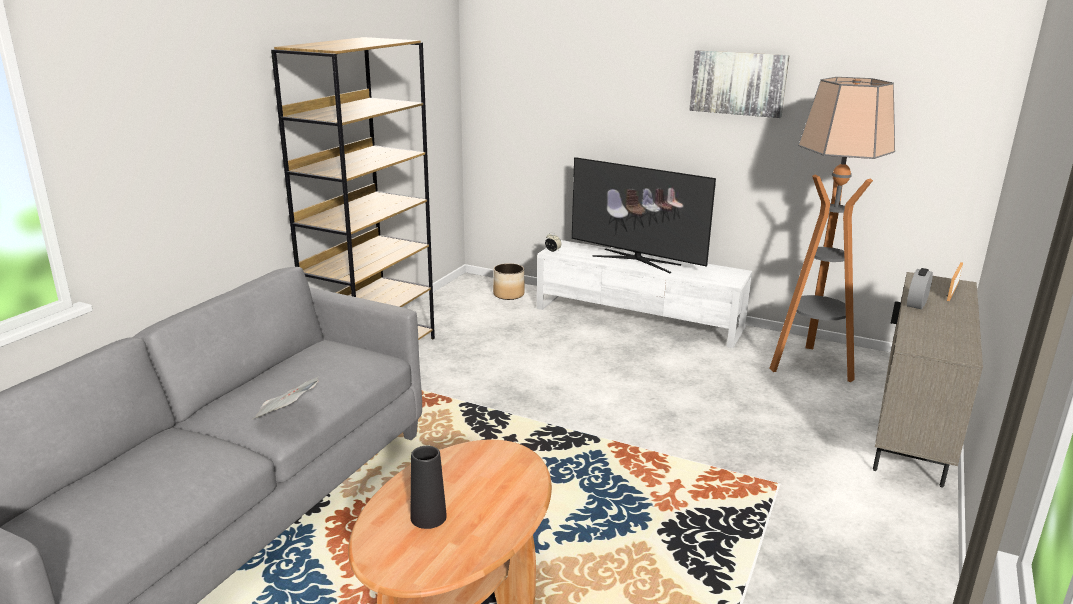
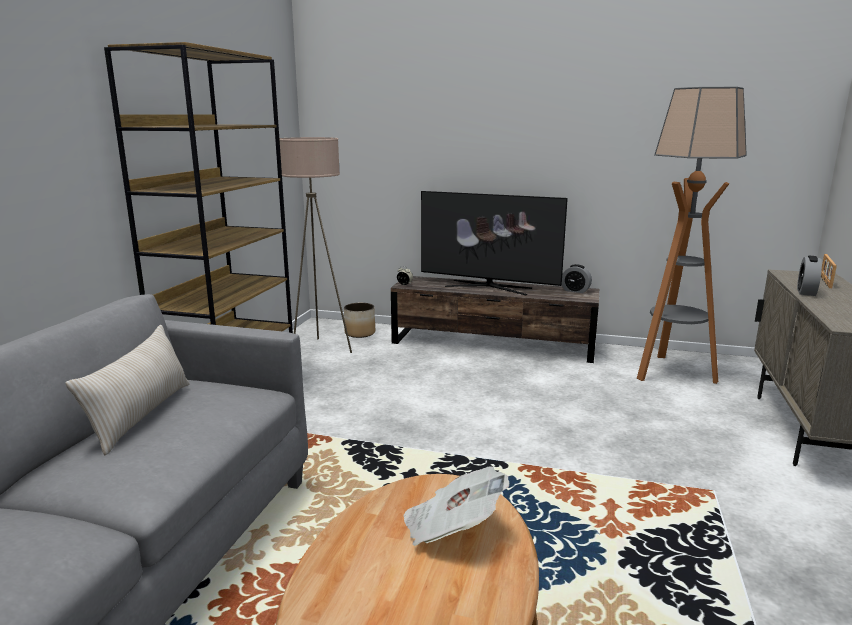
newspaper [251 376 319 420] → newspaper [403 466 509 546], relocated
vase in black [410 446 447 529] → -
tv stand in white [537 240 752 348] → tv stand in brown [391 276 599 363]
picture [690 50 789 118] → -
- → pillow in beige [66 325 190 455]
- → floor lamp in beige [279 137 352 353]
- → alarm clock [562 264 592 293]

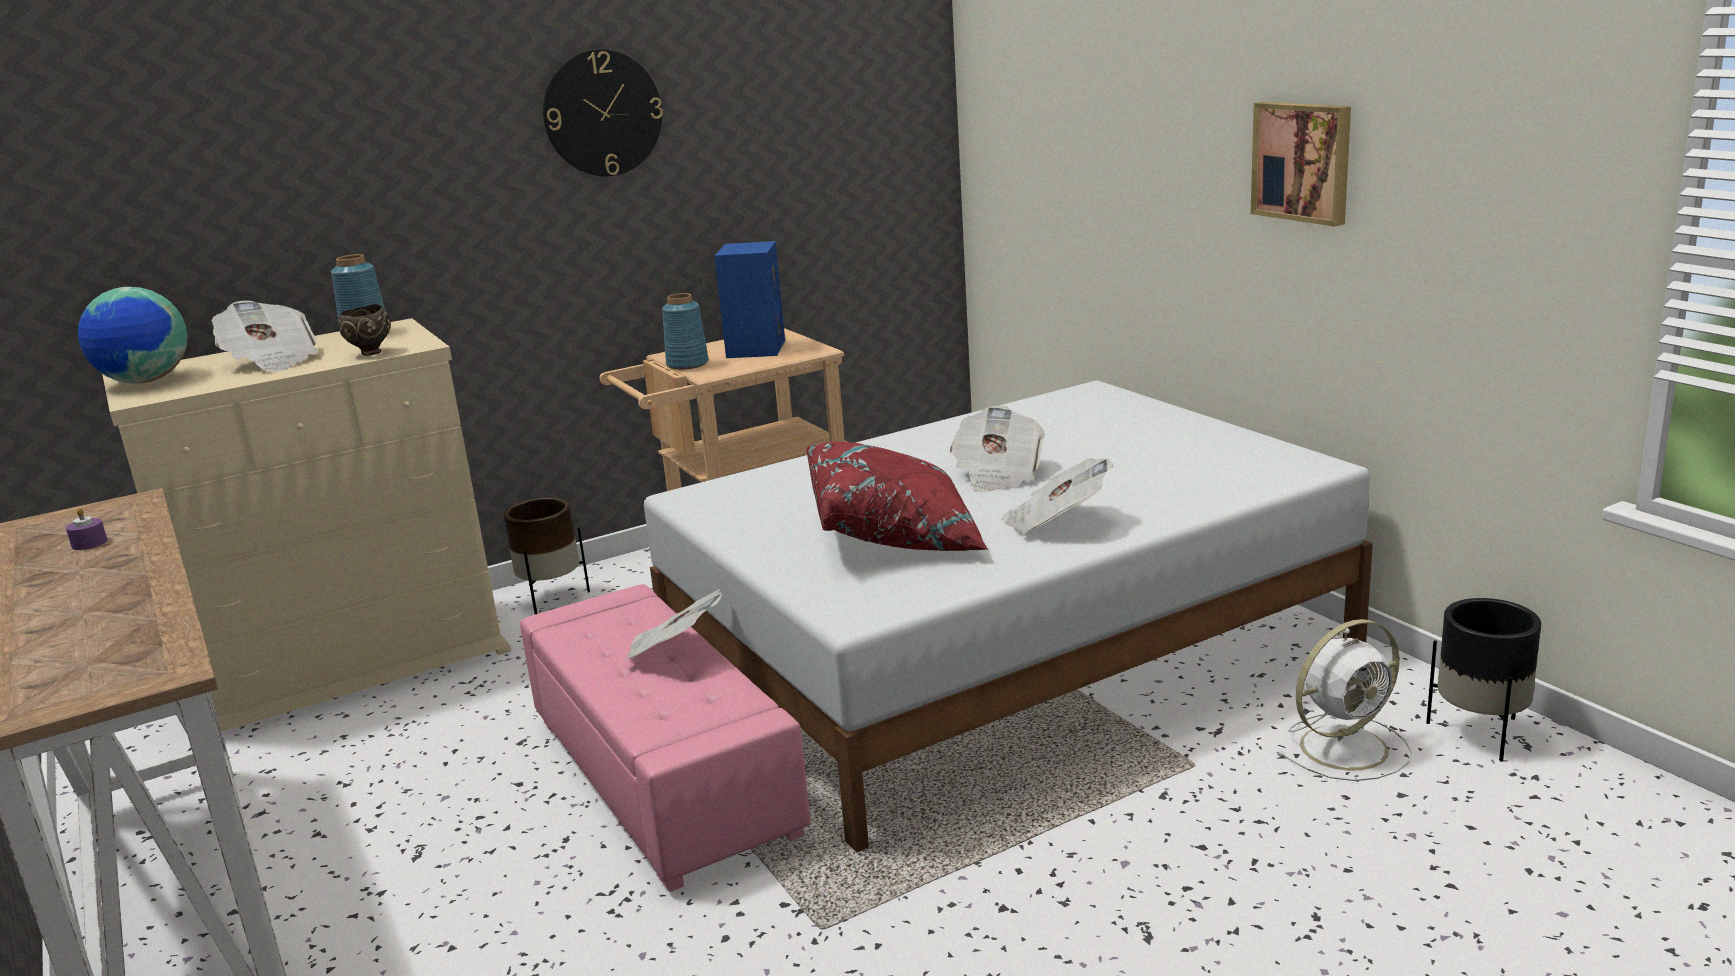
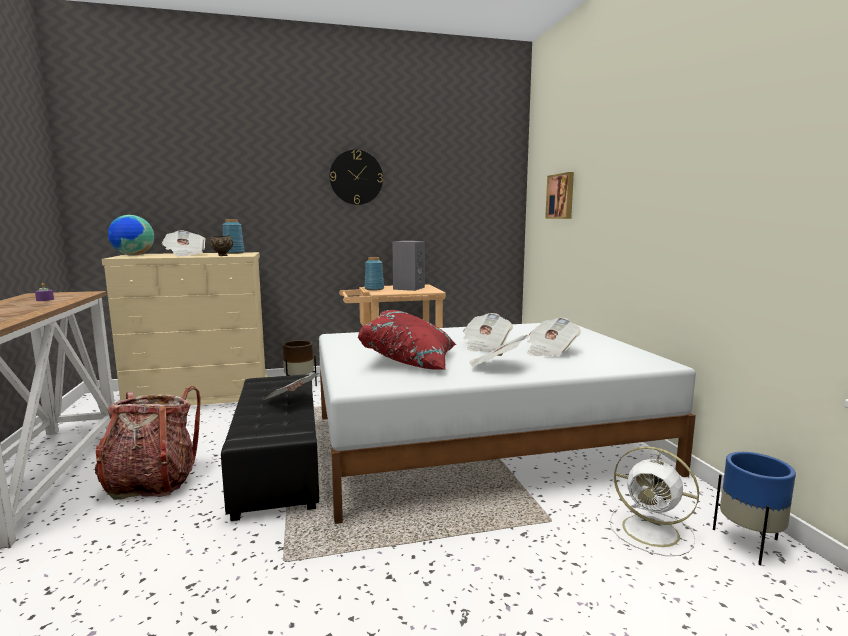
ottoman in pink [520 584 811 892] → ottoman in black [221 374 319 521]
speaker in blue [714 241 785 358] → speaker in grey [393 241 425 291]
picture [1251 102 1351 227] → picture [545 172 574 219], relocated
fan in white [1276 619 1412 781] → fan in white [610 446 699 556], 45 degrees clockwise
planter in black [1426 598 1541 761] → planter in blue [713 452 796 565]
- → backpack [95 386 201 500]
- → newspaper [527 317 581 356]

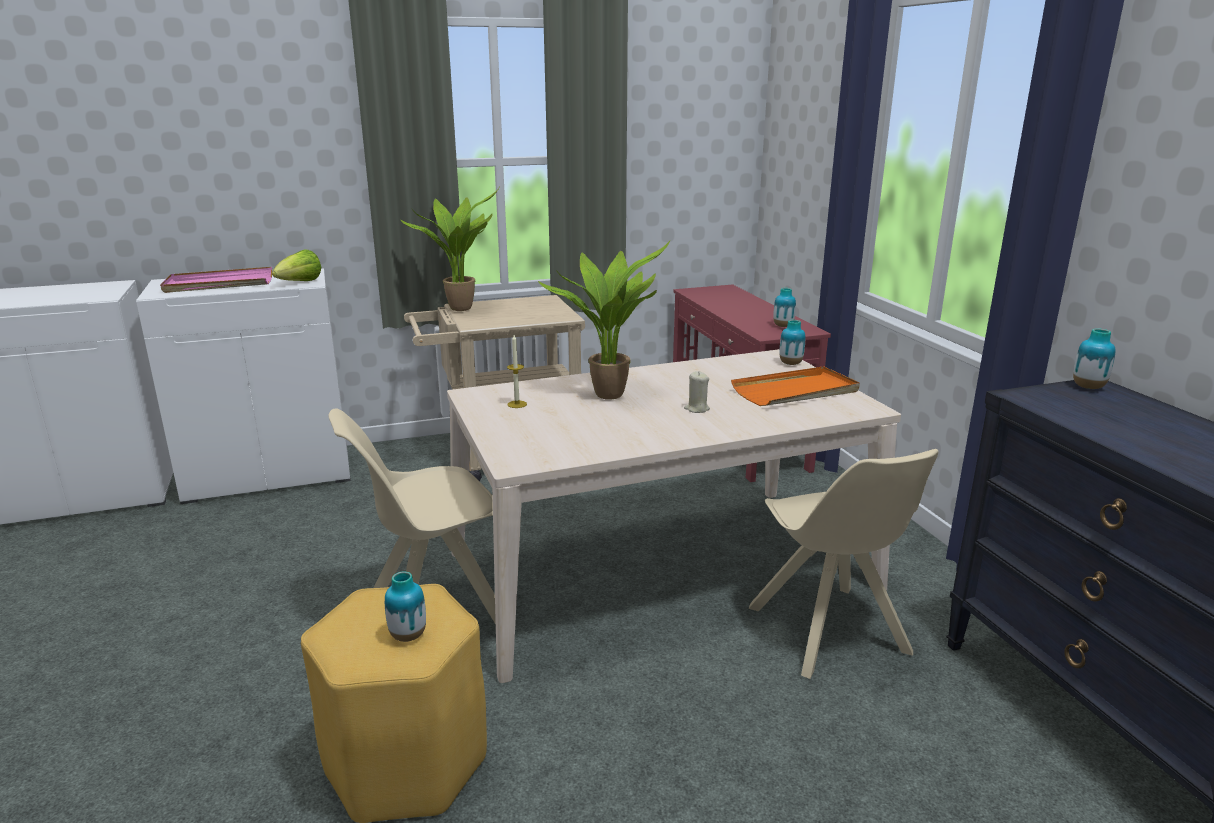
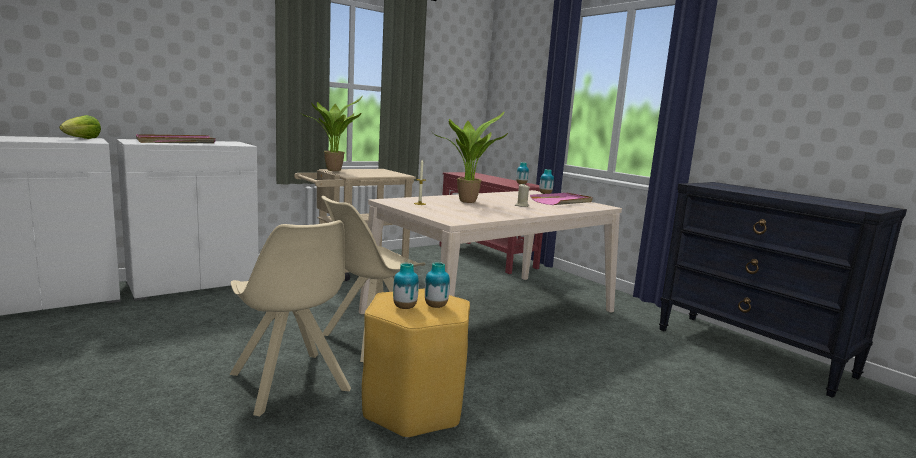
lettuce [272 250 321 281] → lettuce [59 115 101 139], relocated
tray in orange [731 366 860 406] → tray in pink [530 193 593 205]
chair in beige [749 449 938 679] → chair in beige [229 220 351 416], relocated
vase [1073 328 1116 389] → vase [393 263 419 309], relocated

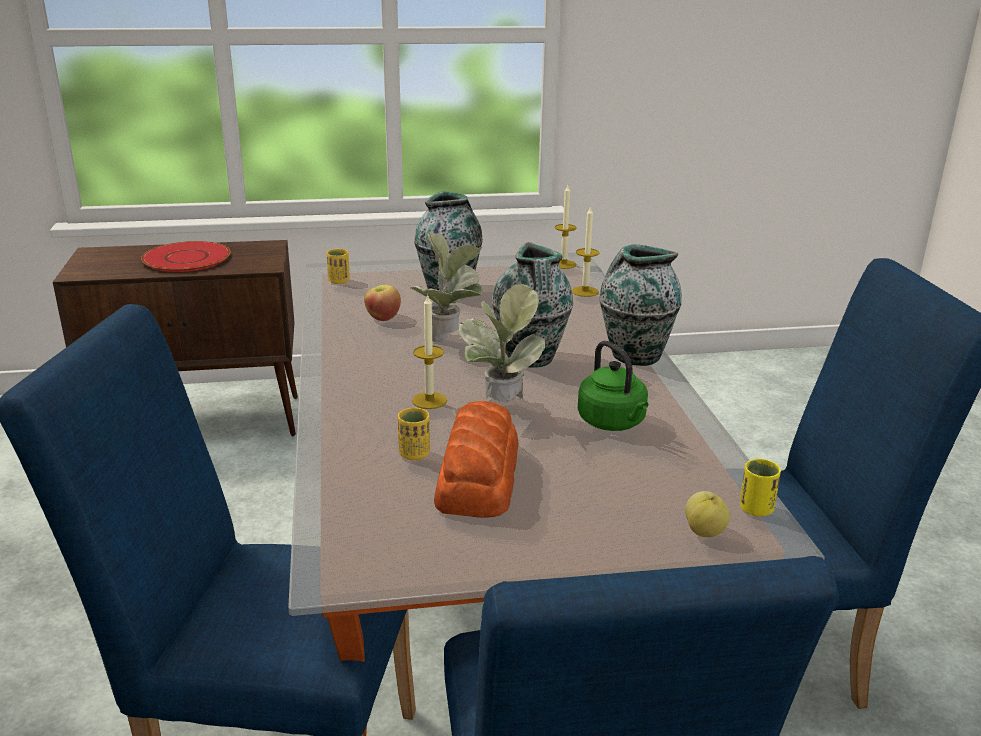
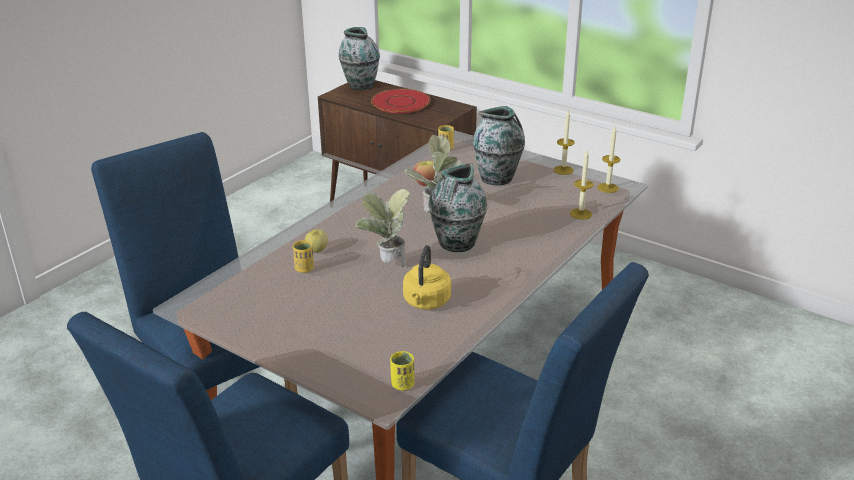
candle [412 294 447 409] → candle [553 110 574 175], relocated
bread [434 401 519 518] → -
kettle in green [578 341 648 431] → kettle in yellow [403 245 451 310]
vase [599 244 682 366] → vase [339 27 380 90], relocated
apple [685 491 730 537] → apple [305 229 328 253], relocated

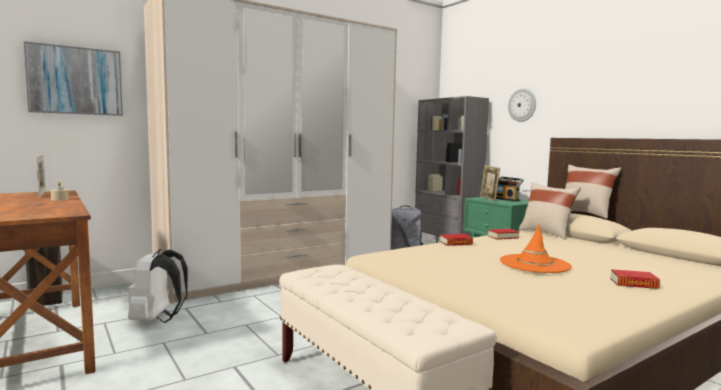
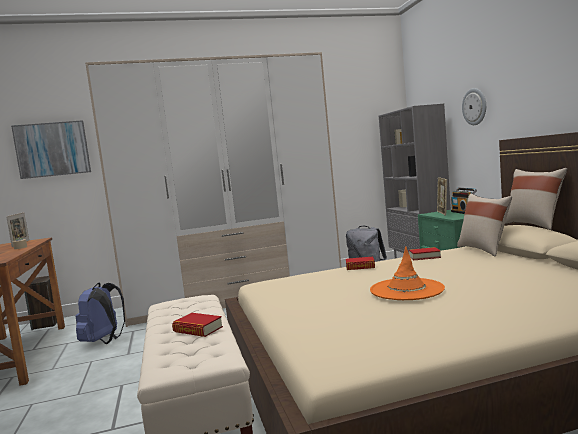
backpack in white [128 249 188 323] → backpack in blue [75 282 125 344]
book [610 269 660 289] → book [172 313 223 337], relocated

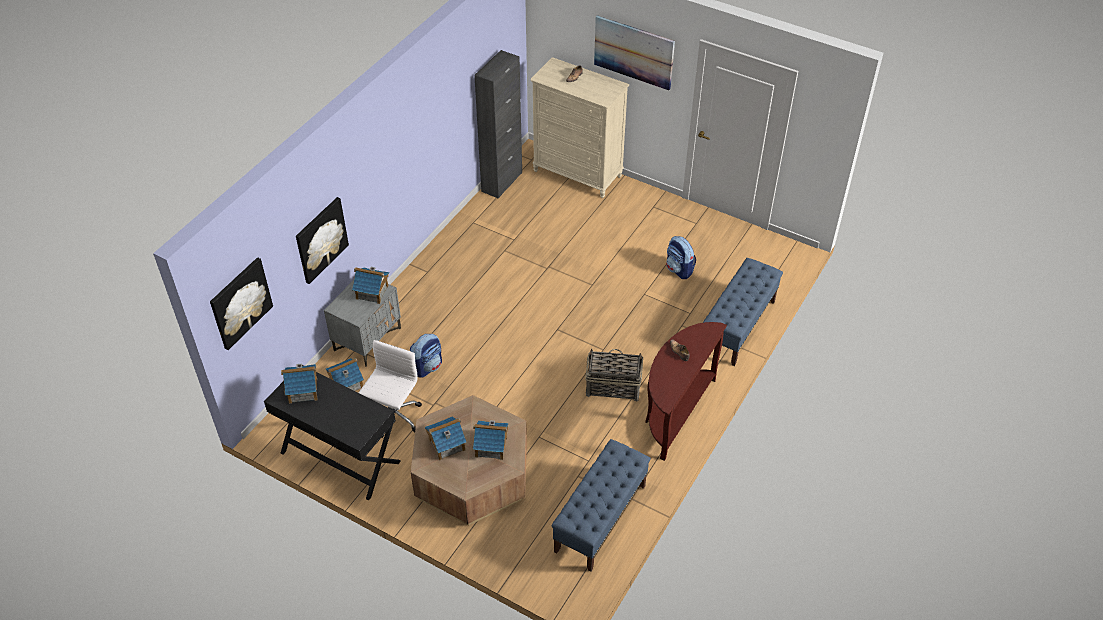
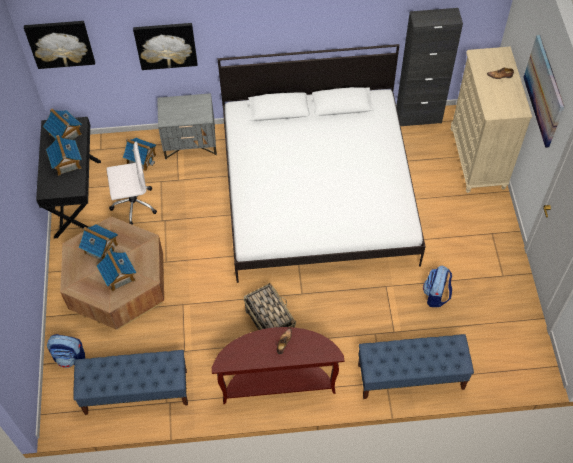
toy house [352 267 389 304] → toy house [46 135 82 176], relocated
backpack [410 334 442 378] → backpack [47 334 85 368], relocated
- → bed in white [218 44 426 283]

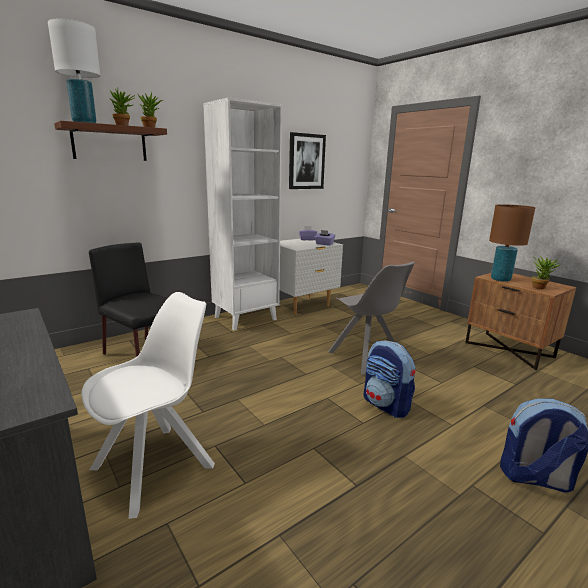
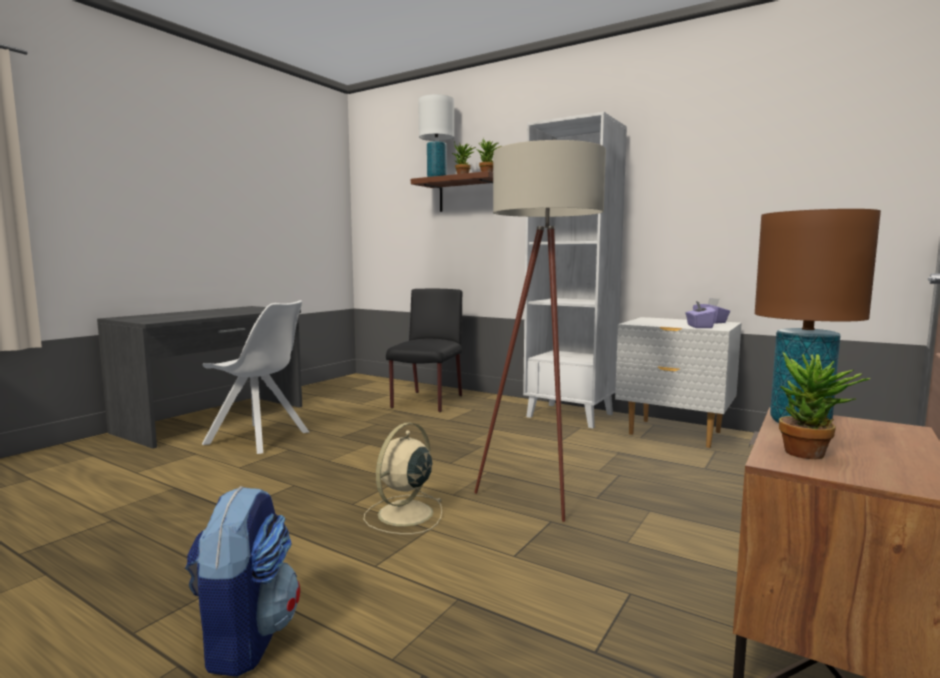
picture [289 132 326 189] → -
chair in grey [328 261 415 375] → floor lamp in beige [474 140 606 522]
backpack [363 340 416 418] → fan in beige [364 422 443 534]

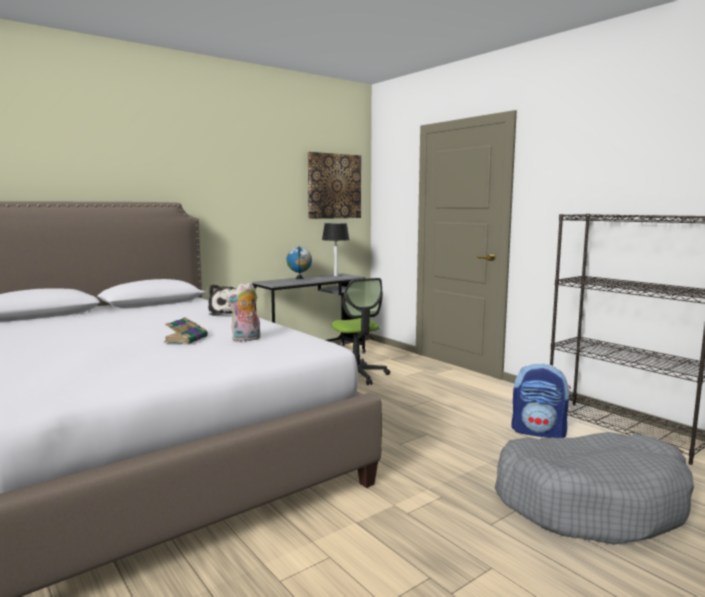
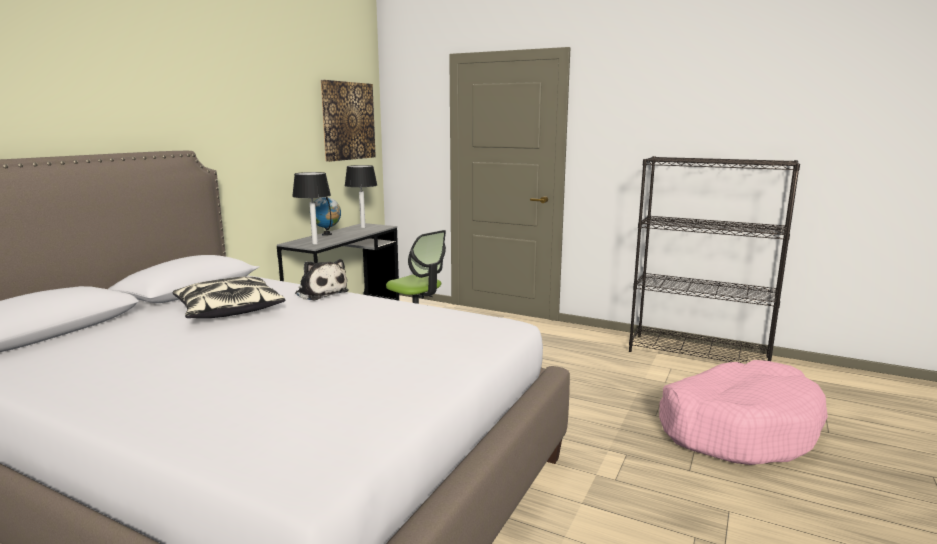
book [164 317 208 345] → -
plush toy [226 282 260 342] → -
dog bed in grey [495 432 694 545] → dog bed in pink [659 360 828 465]
backpack [511 364 571 438] → -
- → pillow [173 277 285 318]
- → table lamp [292 172 331 245]

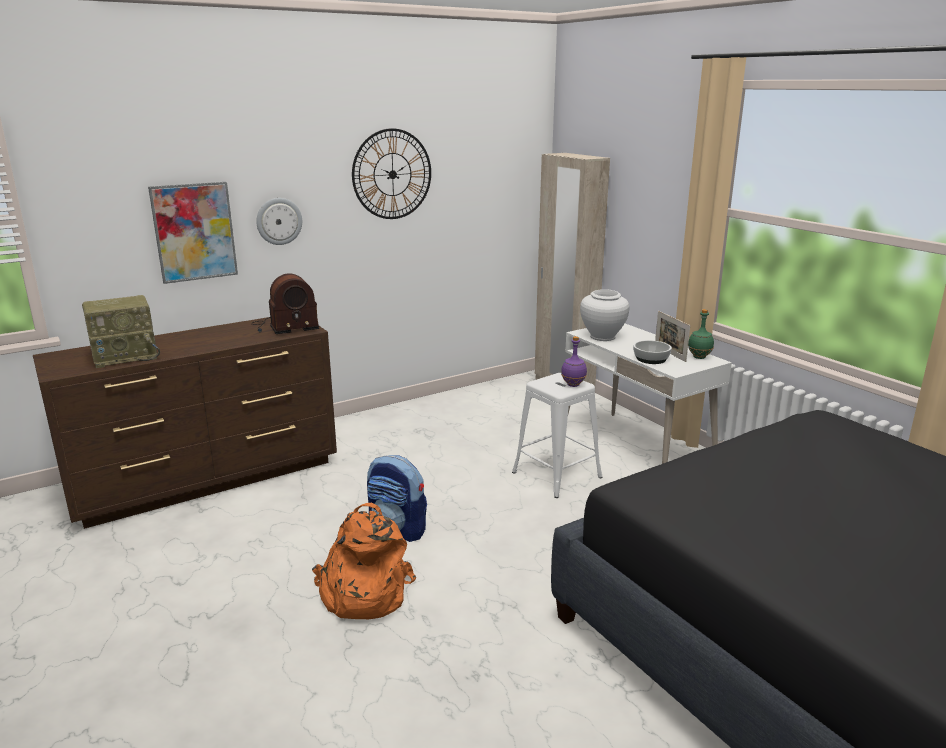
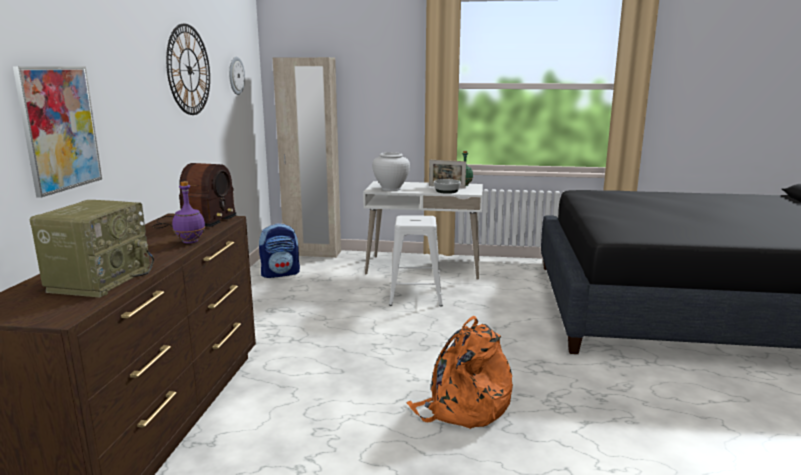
wall clock [256 198 302 245] → wall clock [229 57 245 95], relocated
backpack [367 455 427 542] → backpack [259 223 300 278], relocated
bottle in purple [561 336 587 387] → bottle in purple [172 181 205 244], relocated

